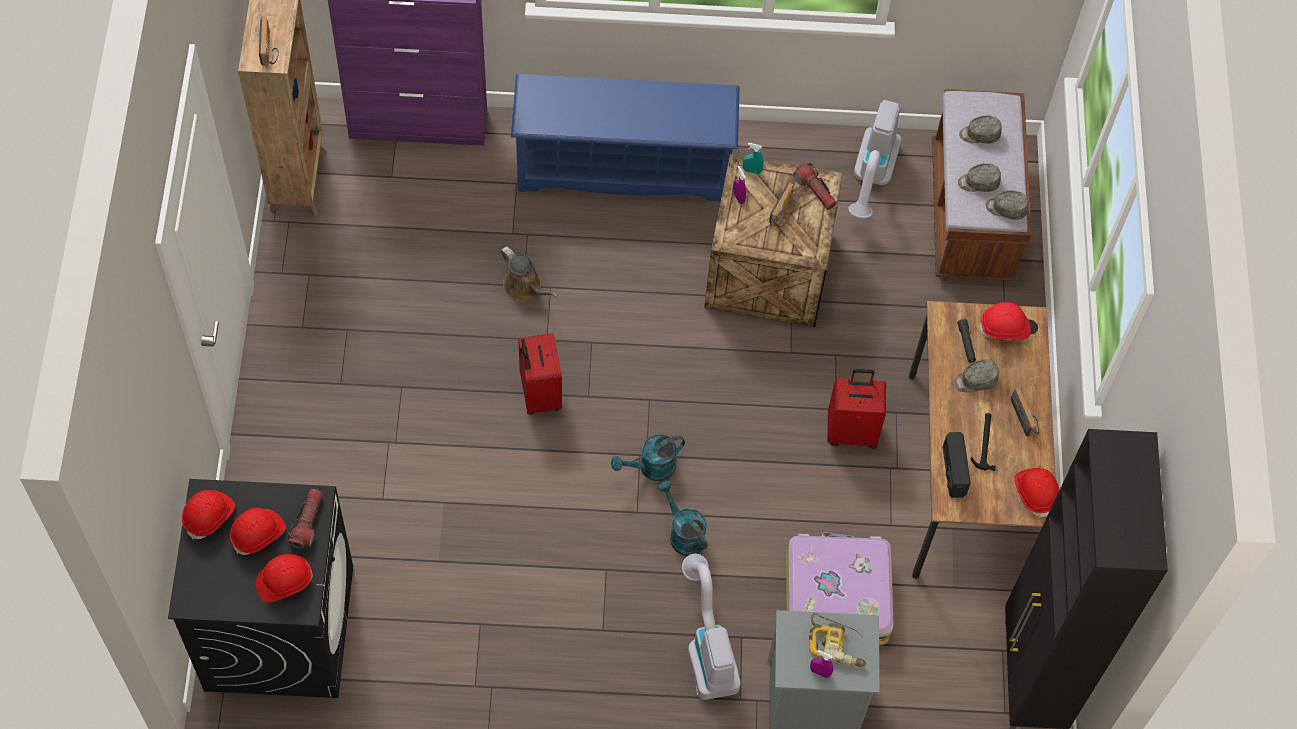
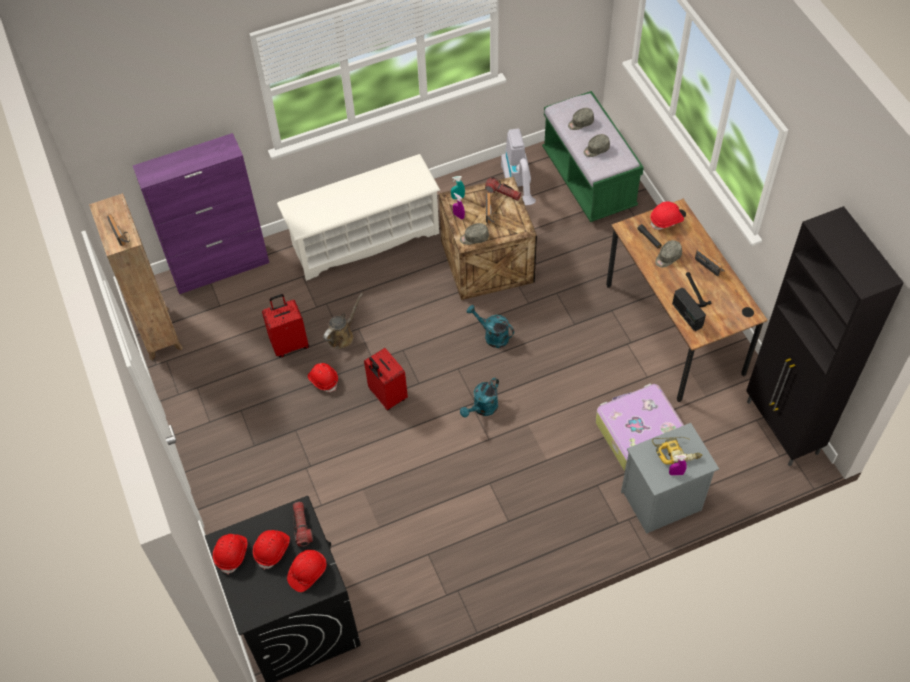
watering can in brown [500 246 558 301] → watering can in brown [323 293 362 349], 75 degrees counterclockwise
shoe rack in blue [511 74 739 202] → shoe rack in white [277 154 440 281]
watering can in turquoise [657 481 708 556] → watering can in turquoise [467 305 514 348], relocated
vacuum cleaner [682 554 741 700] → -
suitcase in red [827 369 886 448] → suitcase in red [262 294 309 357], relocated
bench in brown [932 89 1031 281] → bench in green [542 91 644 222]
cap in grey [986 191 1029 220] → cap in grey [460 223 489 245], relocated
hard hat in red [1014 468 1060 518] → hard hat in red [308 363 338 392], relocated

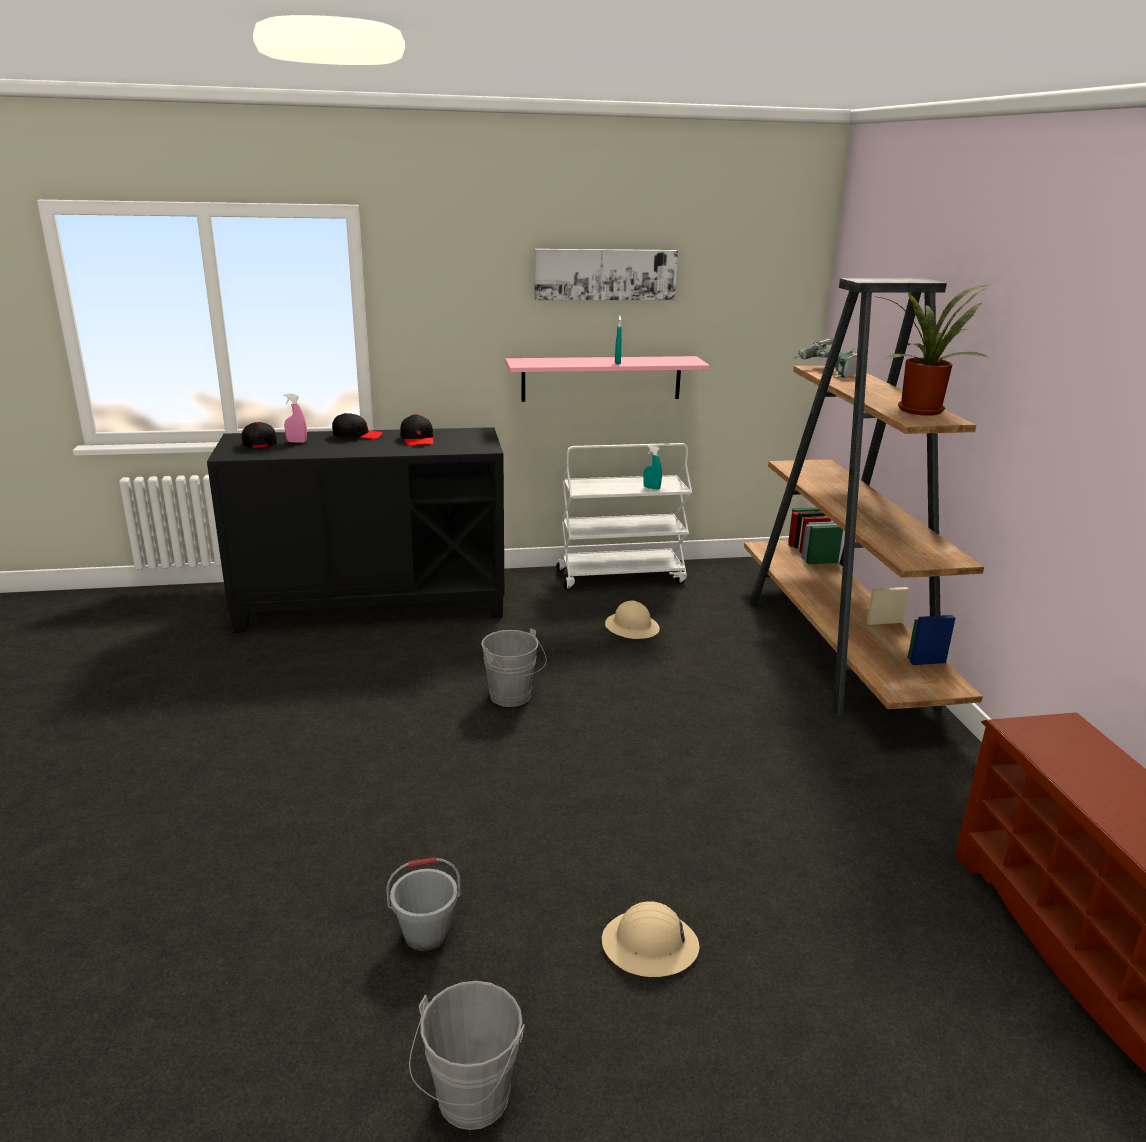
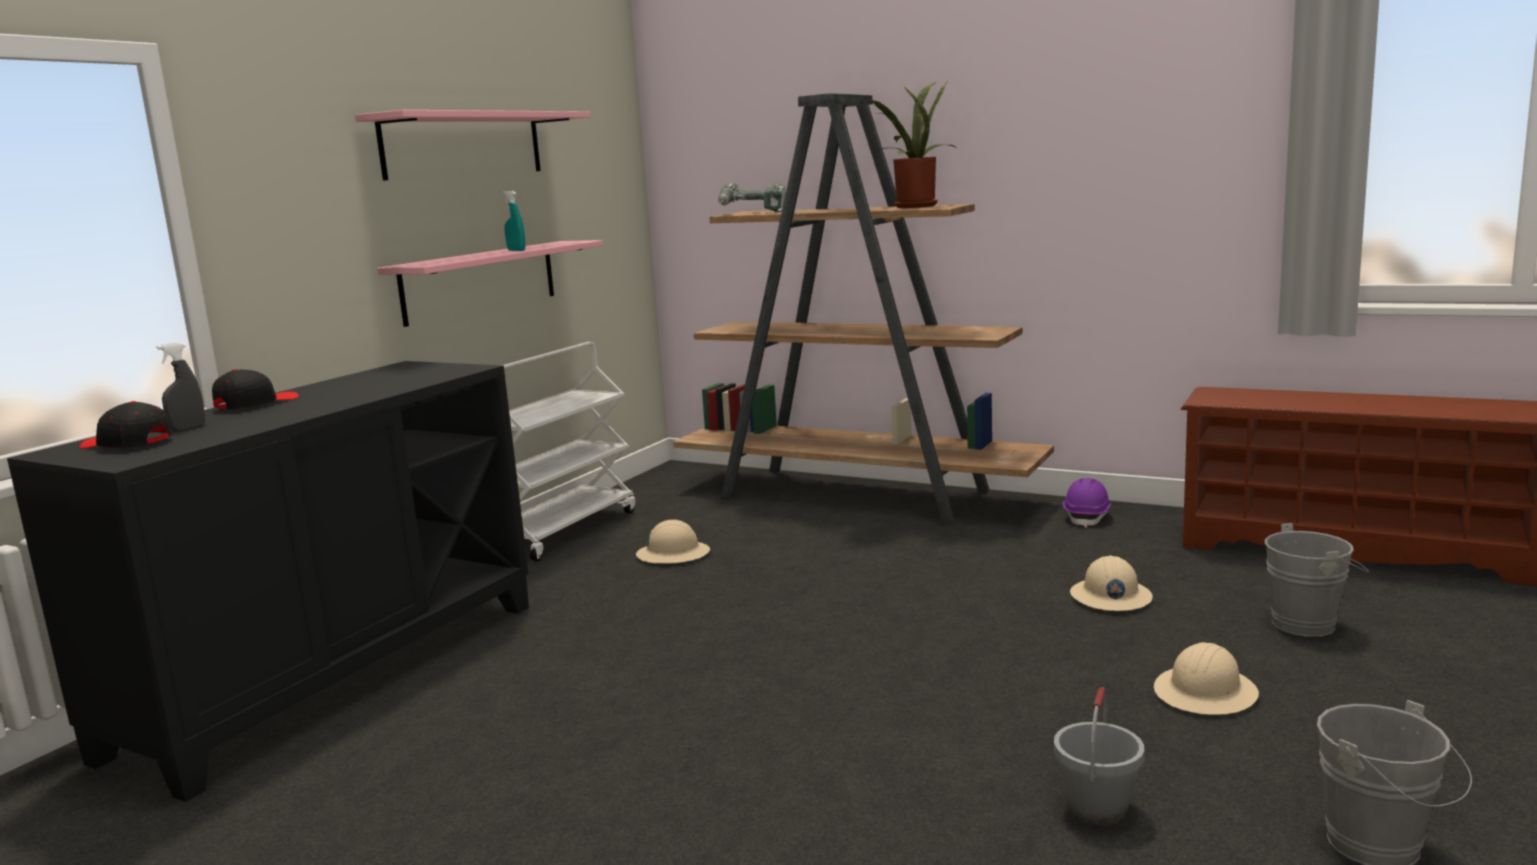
spray bottle in pink [284 394 307 443] → spray bottle in grey [156 343 205 431]
cap in black [400 414 434 446] → -
bucket in grey [481 628 547 707] → bucket in grey [1265 523 1369 637], relocated
picture [534 249 678 300] → shelf in pink [355 110 591 181]
spray bottle in turquoise [643 445 662 490] → -
- → hard hat in purple [1063 478 1111 528]
- → hard hat in beige [1070 556 1153 611]

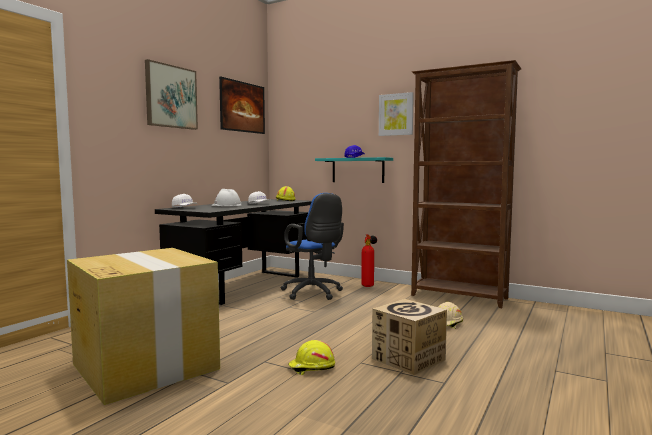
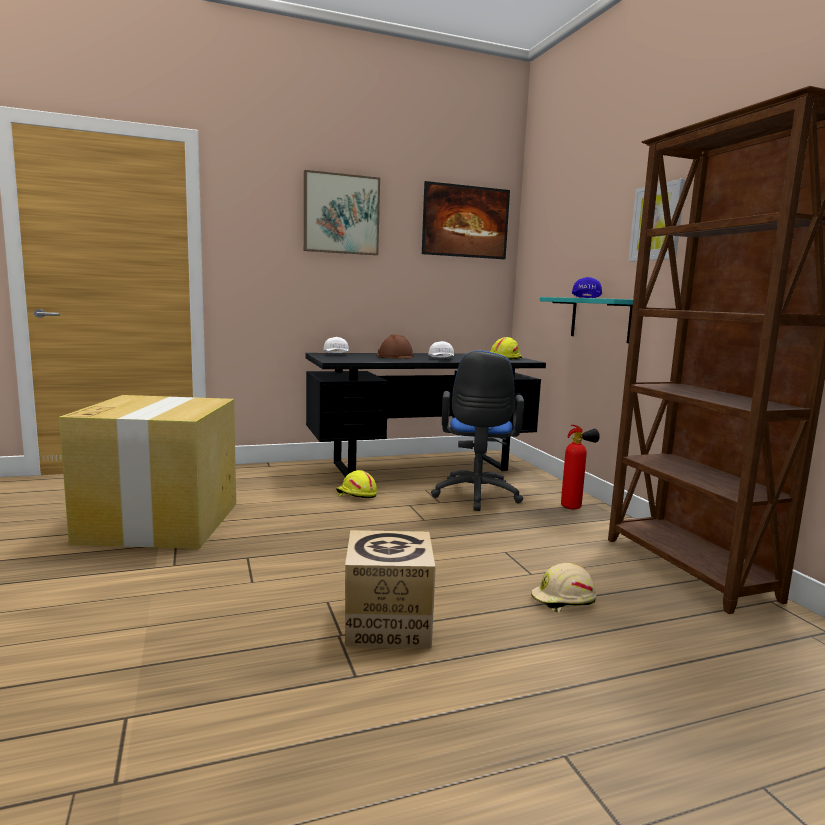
hard hat in white [212 189 242 206] → hard hat in brown [376 334 414 359]
hard hat in yellow [288 340 335 375] → hard hat in yellow [336 470 377 498], relocated

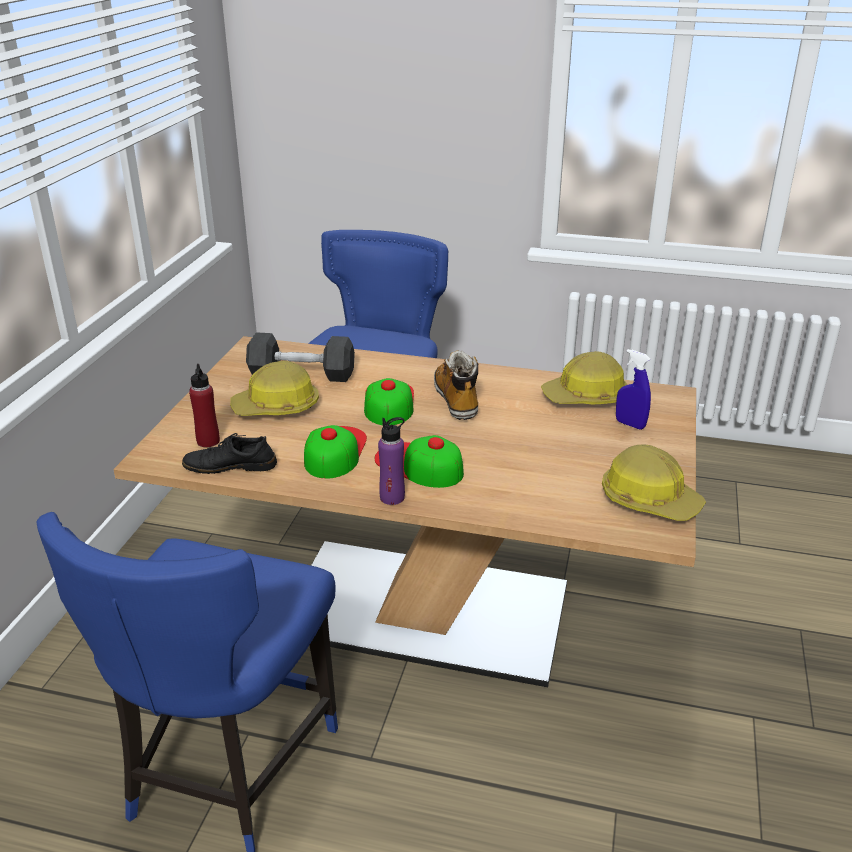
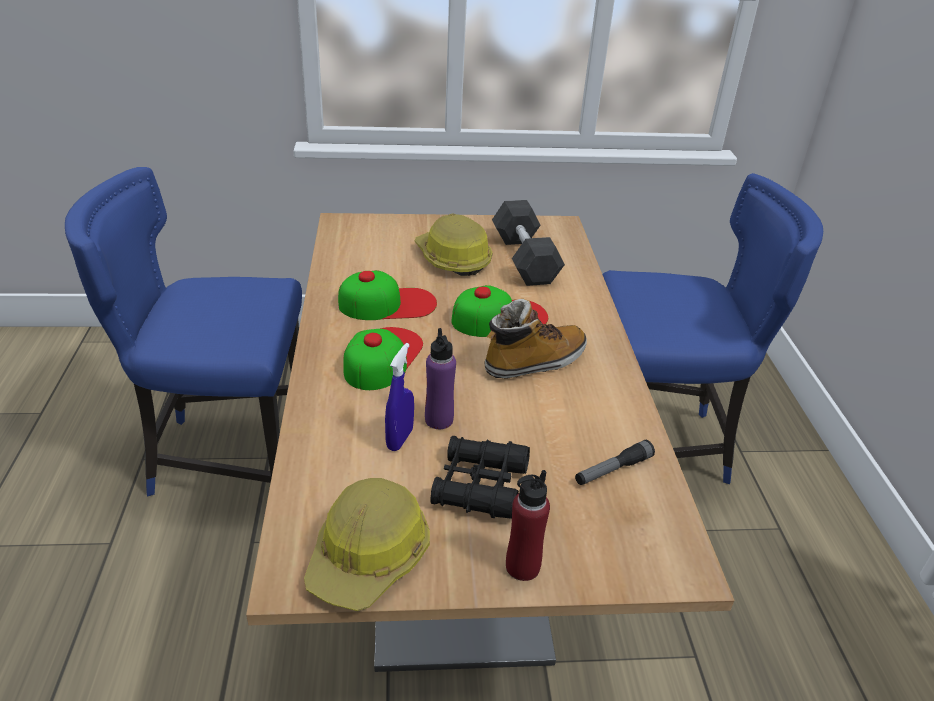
shoe in black [182 433 277 474] → -
bottle in red [189 364 220 447] → bottle in red [506 470 550 581], relocated
bottle in purple [378 417 405 505] → bottle in purple [425 328 456 429], relocated
hard hat [541 351 627 404] → flashlight [575 440 655 485]
spray bottle in blue [616 349 651 430] → spray bottle in blue [385 343 414 451], relocated
- → binoculars in black [431 436 530 519]

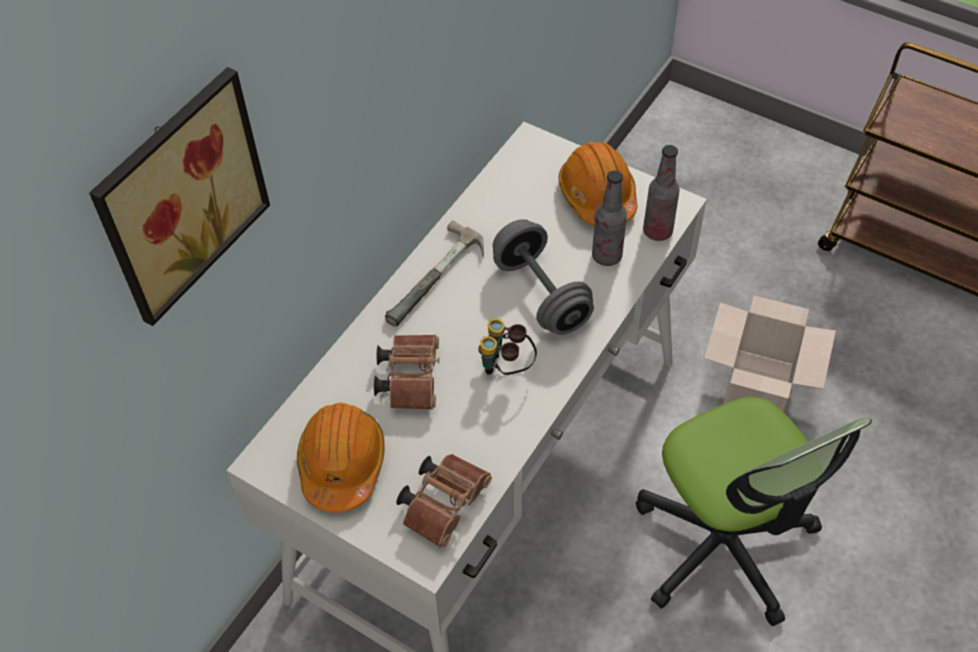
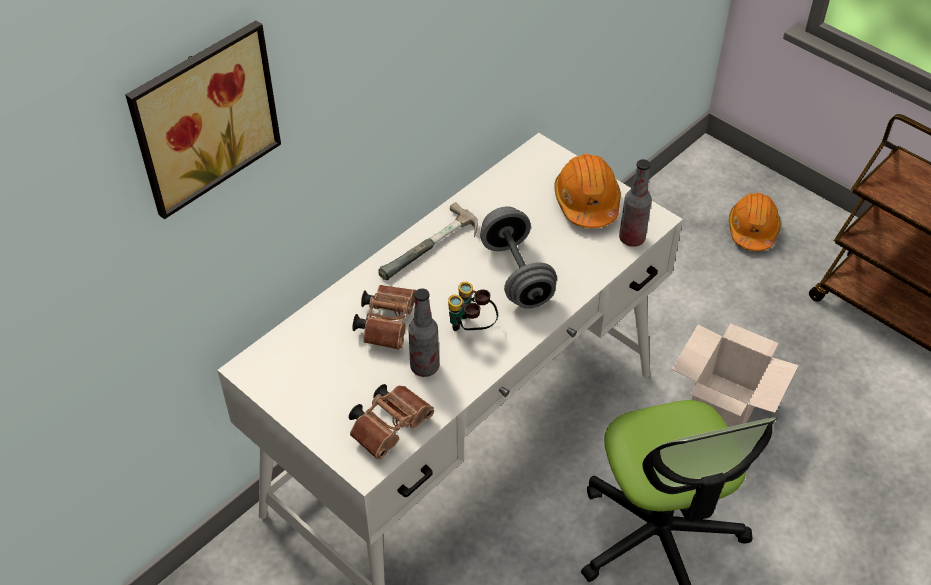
hard hat in orange [297 403 385 513] → hard hat in orange [729 193 781 251], relocated
bottle [592 170 627 266] → bottle [408 288 439 377], relocated

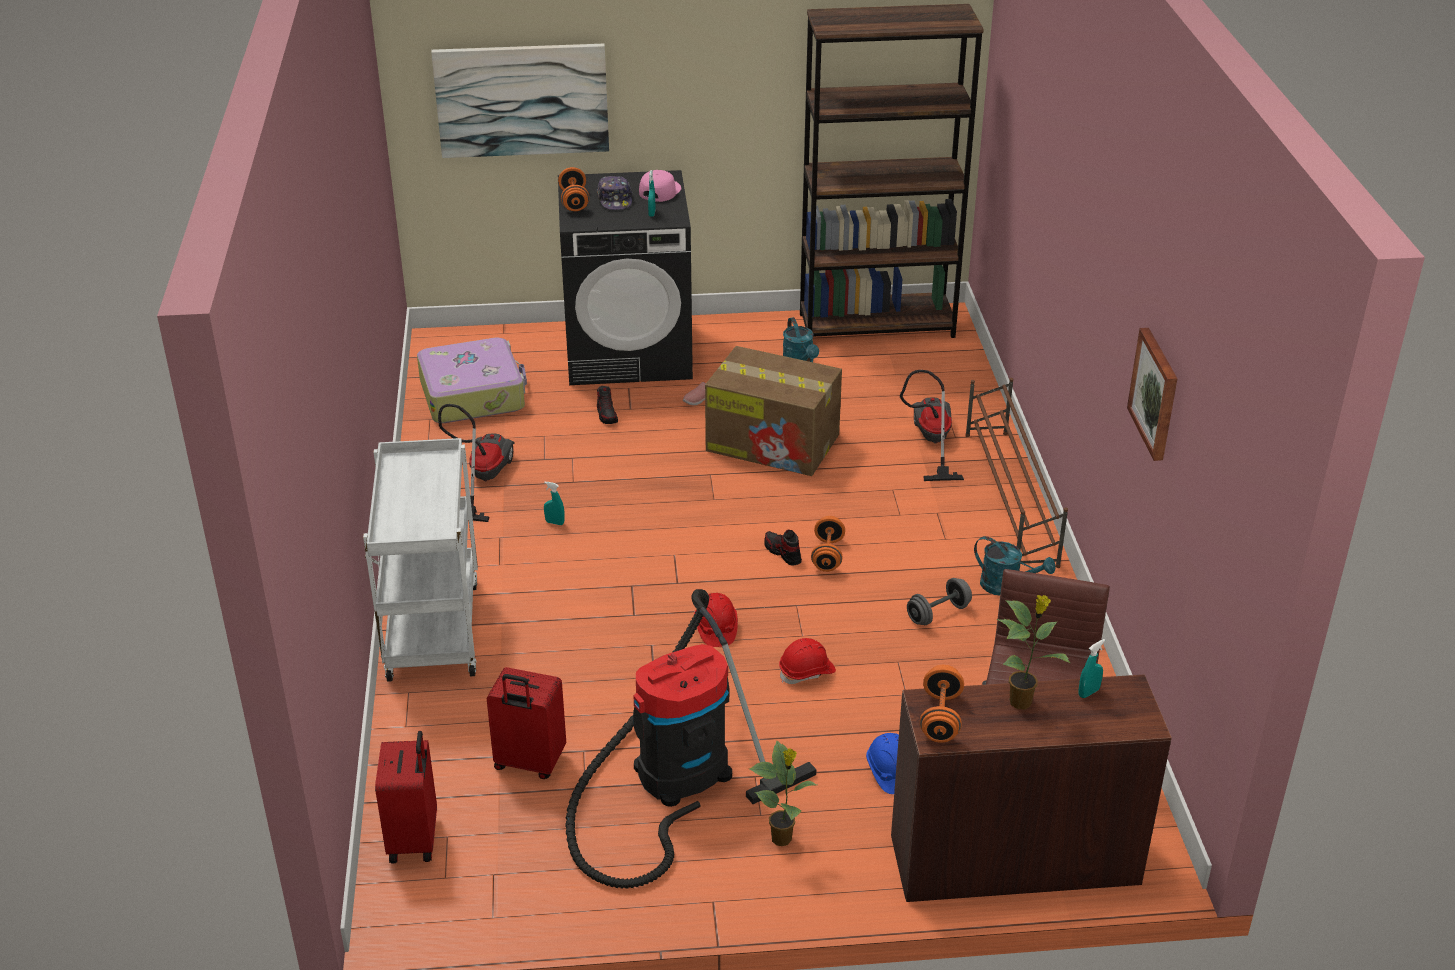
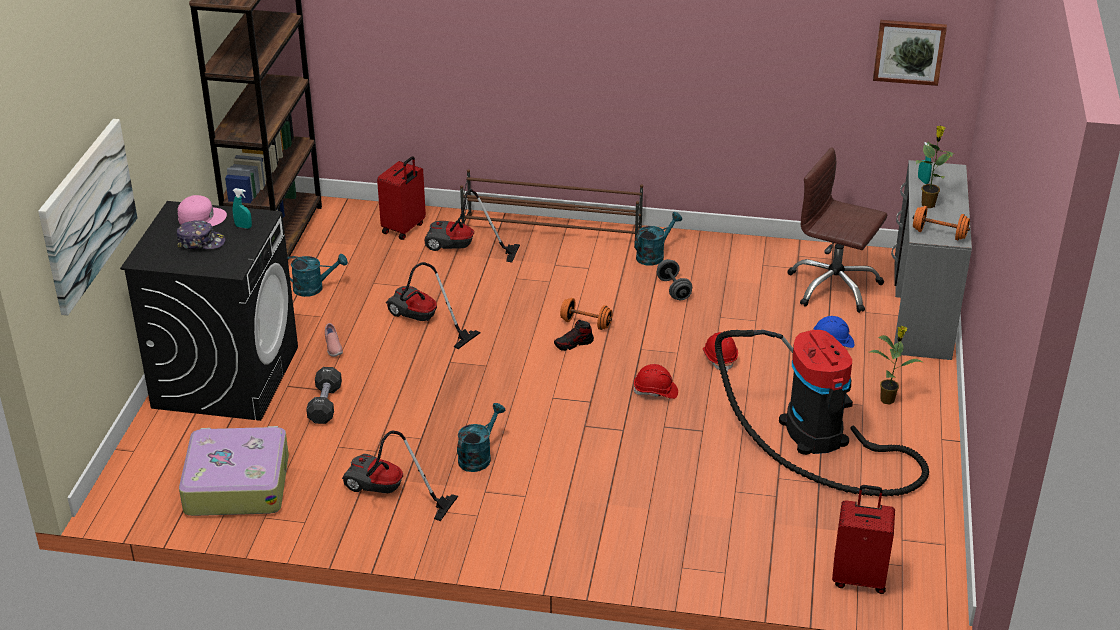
cart in white [363 438 478 682] → -
suitcase in red [487 667 566 779] → suitcase in red [377 156 426 240], relocated
spray bottle in turquoise [544 482 565 525] → watering can in turquoise [457 403 506 472]
dumbbell in orange [558 167 589 211] → -
shoe [597 386 618 424] → dumbbell in black [306 367 342 424]
cap in pink [639 170 681 202] → cap in pink [177 195 227 226], 135 degrees clockwise
cardboard box [705 346 842 476] → vacuum cleaner [386 262 480 349]
desk in brown [891 674 1172 902] → desk in grey [891 160 972 360]
picture [1127 328 1177 461] → picture [873 20 947 86], relocated

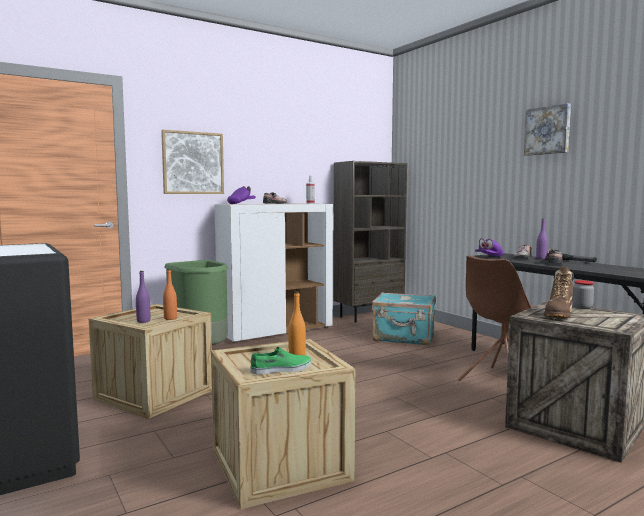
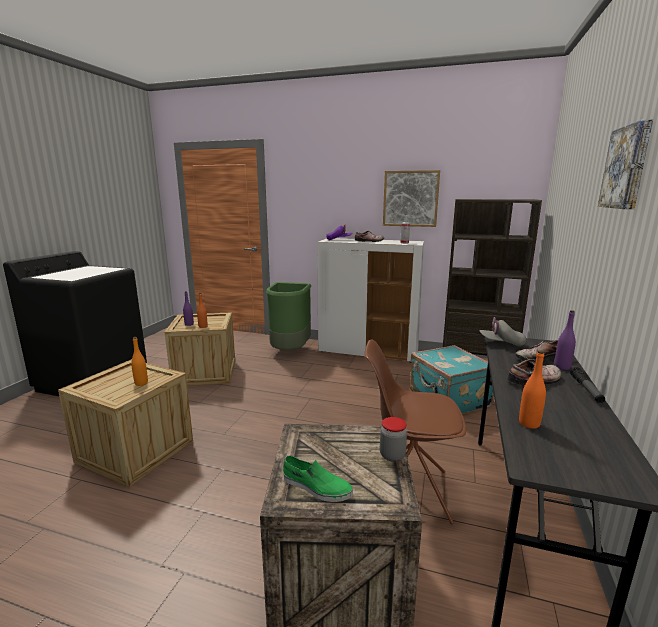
picture [161 130 224 194] → picture [383 170 440 227], relocated
shoe in green [250 346 312 374] → shoe in green [283 456 353 502], relocated
cap in purple [475 238 504 256] → cap in grey [480 317 526 347]
boot in brown [544 267 574 318] → -
- → bottle in orange [519 351 546 429]

